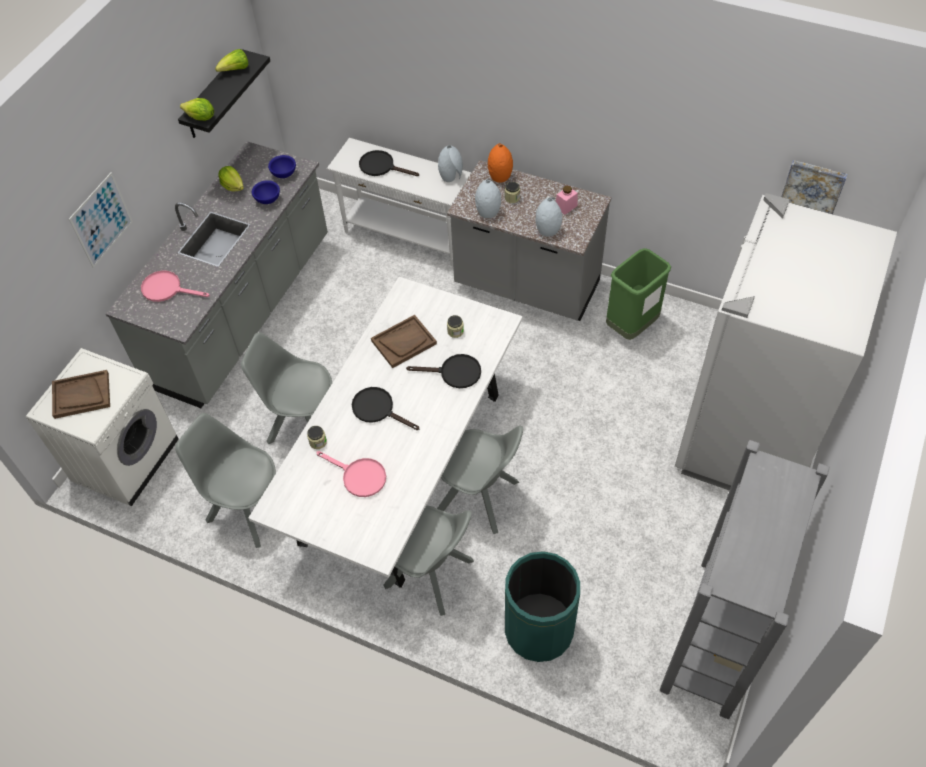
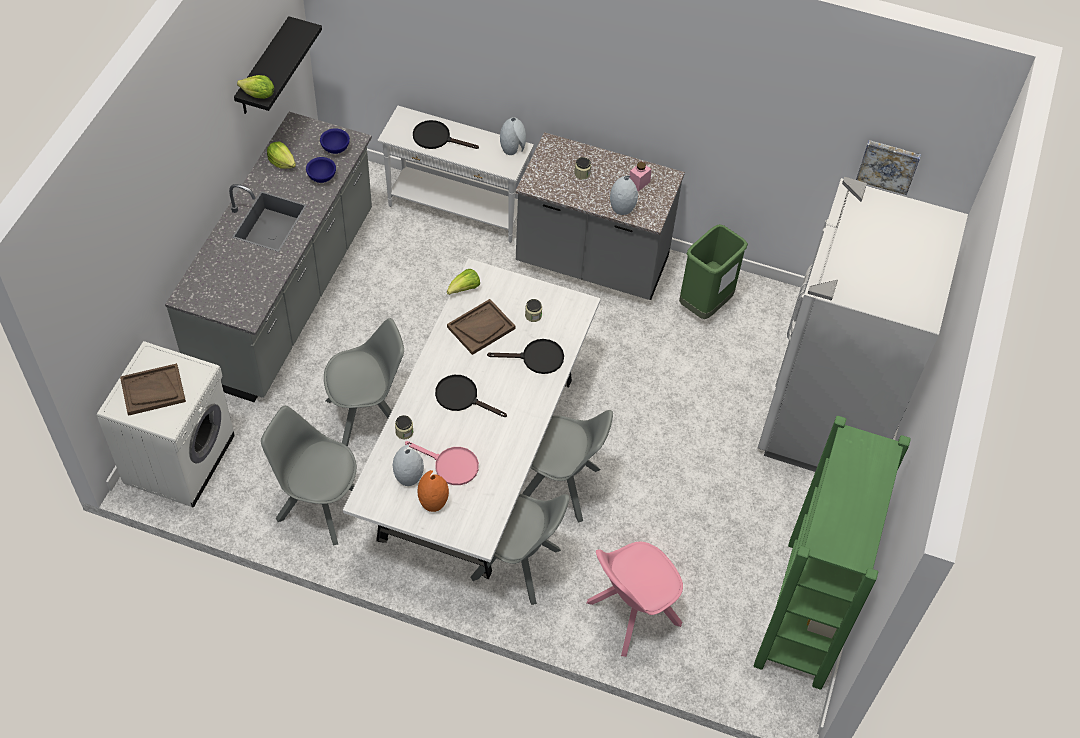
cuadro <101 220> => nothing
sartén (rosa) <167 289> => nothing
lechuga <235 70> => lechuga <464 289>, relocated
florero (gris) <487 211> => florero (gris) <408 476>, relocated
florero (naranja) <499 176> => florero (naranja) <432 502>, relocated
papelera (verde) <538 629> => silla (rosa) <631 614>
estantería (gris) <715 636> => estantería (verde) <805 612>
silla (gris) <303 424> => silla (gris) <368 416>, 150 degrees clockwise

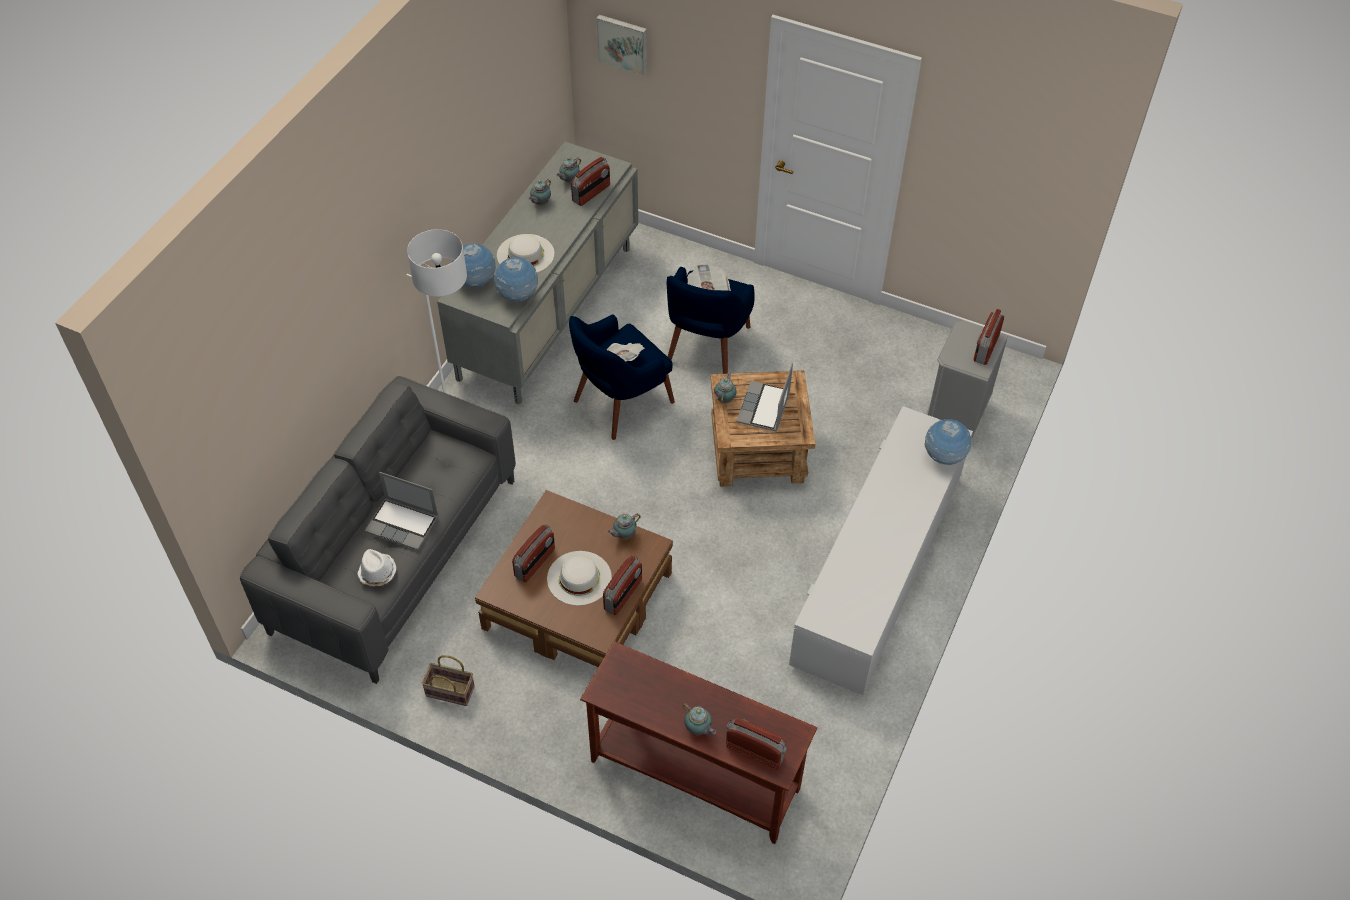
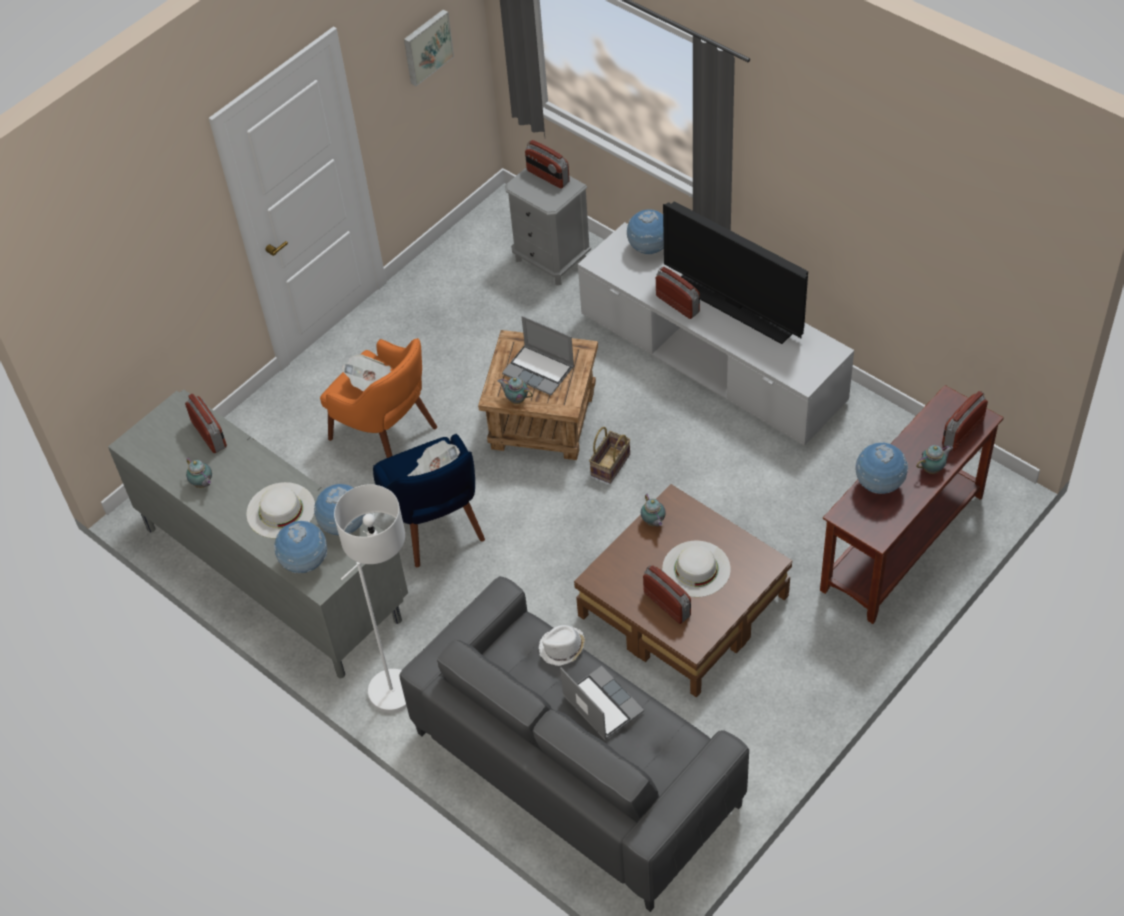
tetera <569 180> => nothing
nothing => televisor <734 307>
nothing => globo terráqueo <879 485>
sombrero (blanco) <377 573> => sombrero (blanco) <562 648>, relocated
cesta <448 691> => cesta <610 466>, relocated
cuadro <623 43> => cuadro <426 46>, relocated
radio <623 595> => radio <678 304>, relocated
sillón (azul) <707 346> => sillón (naranja) <385 434>
portátil <403 524> => portátil <601 704>, 75 degrees counterclockwise

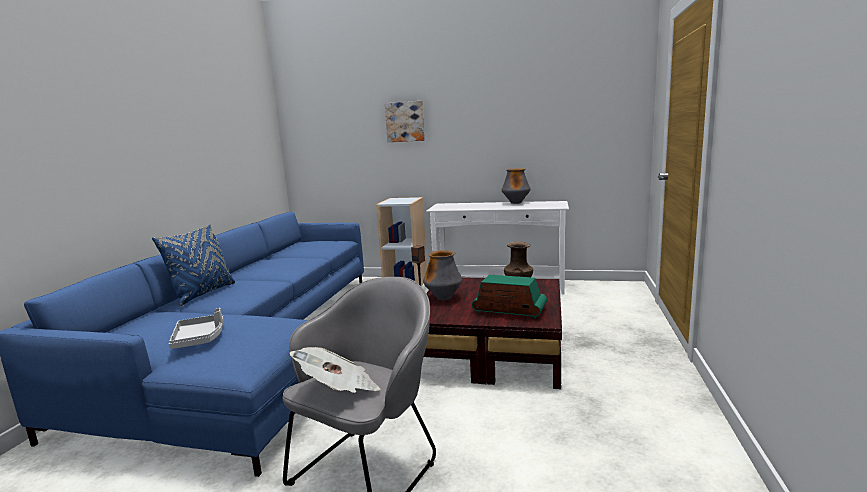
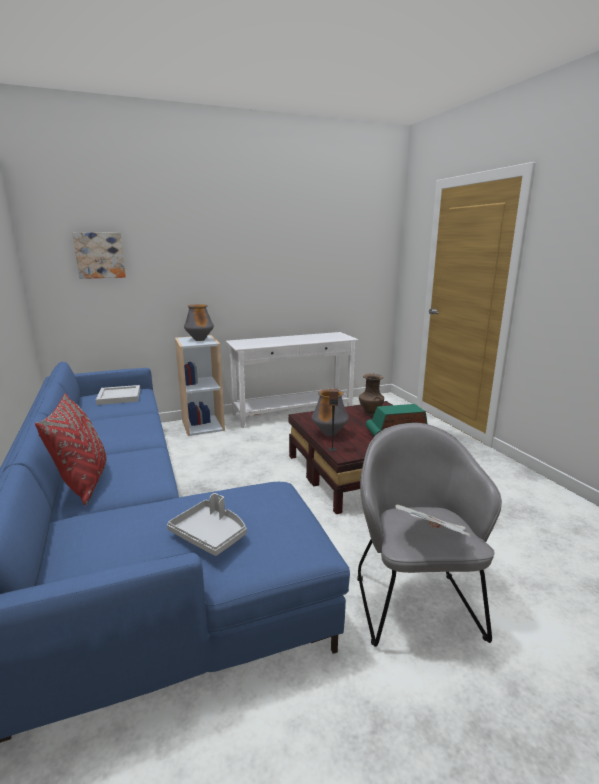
nothing => bandeja (blanco) <120 397>
cuadro <405 121> => cuadro <100 255>, relocated
florero <516 203> => florero <200 340>, relocated
cojín (azul) <203 294> => cojín (rojo) <84 483>

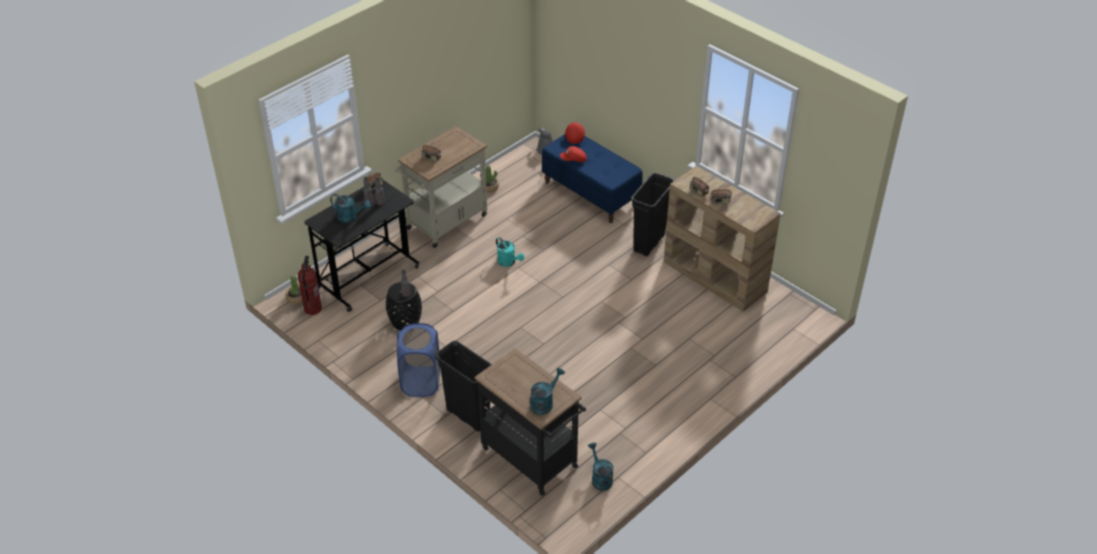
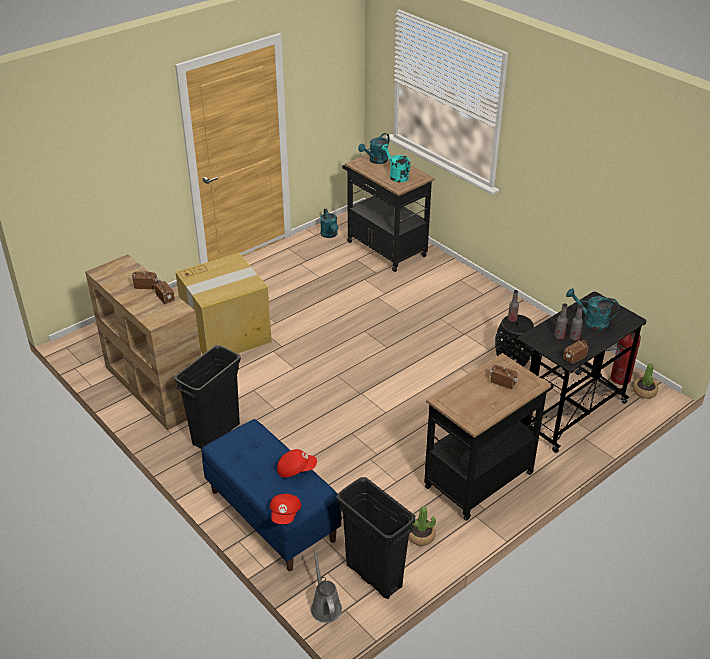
cesto de la ropa (azul) <421 382> => nothing
nothing => caja de cartón <228 333>
papelera (negro) <468 416> => papelera (negro) <373 575>, relocated
regadera (turquesa) <508 262> => regadera (turquesa) <396 175>, relocated
carrito (beis) <445 223> => carrito (negro) <481 479>

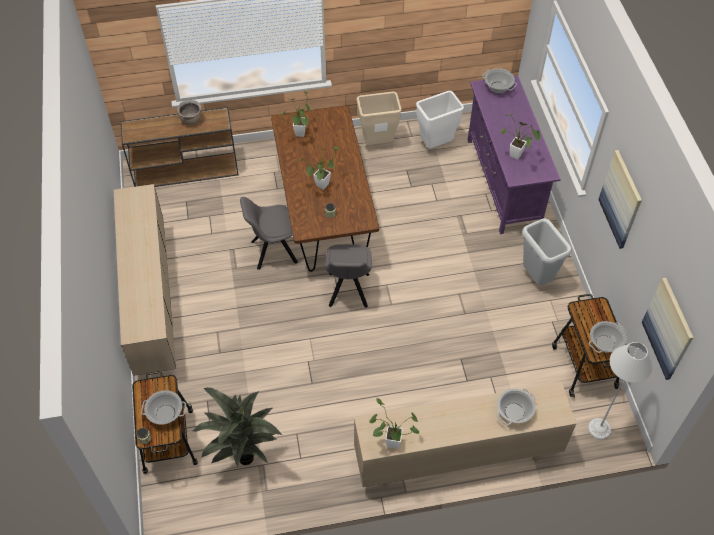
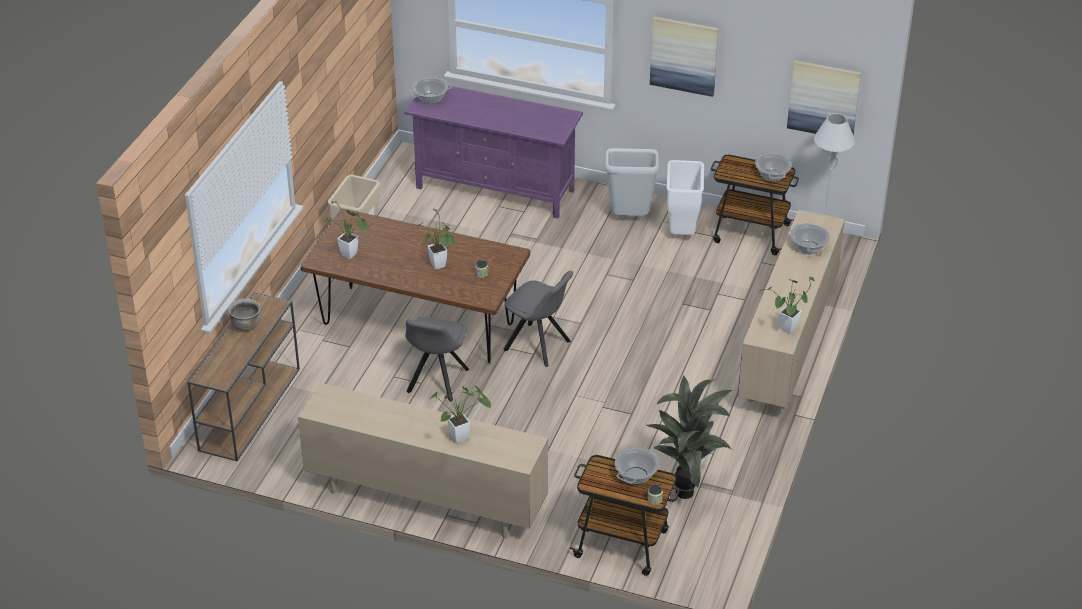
papelera (blanco) <436 144> => papelera (blanco) <682 233>, relocated
planta en maceta <518 156> => planta en maceta <462 437>, relocated

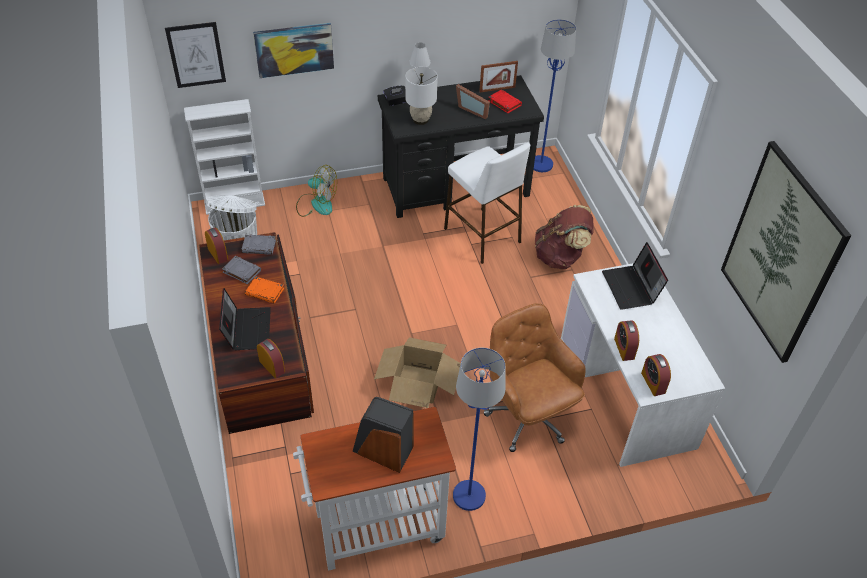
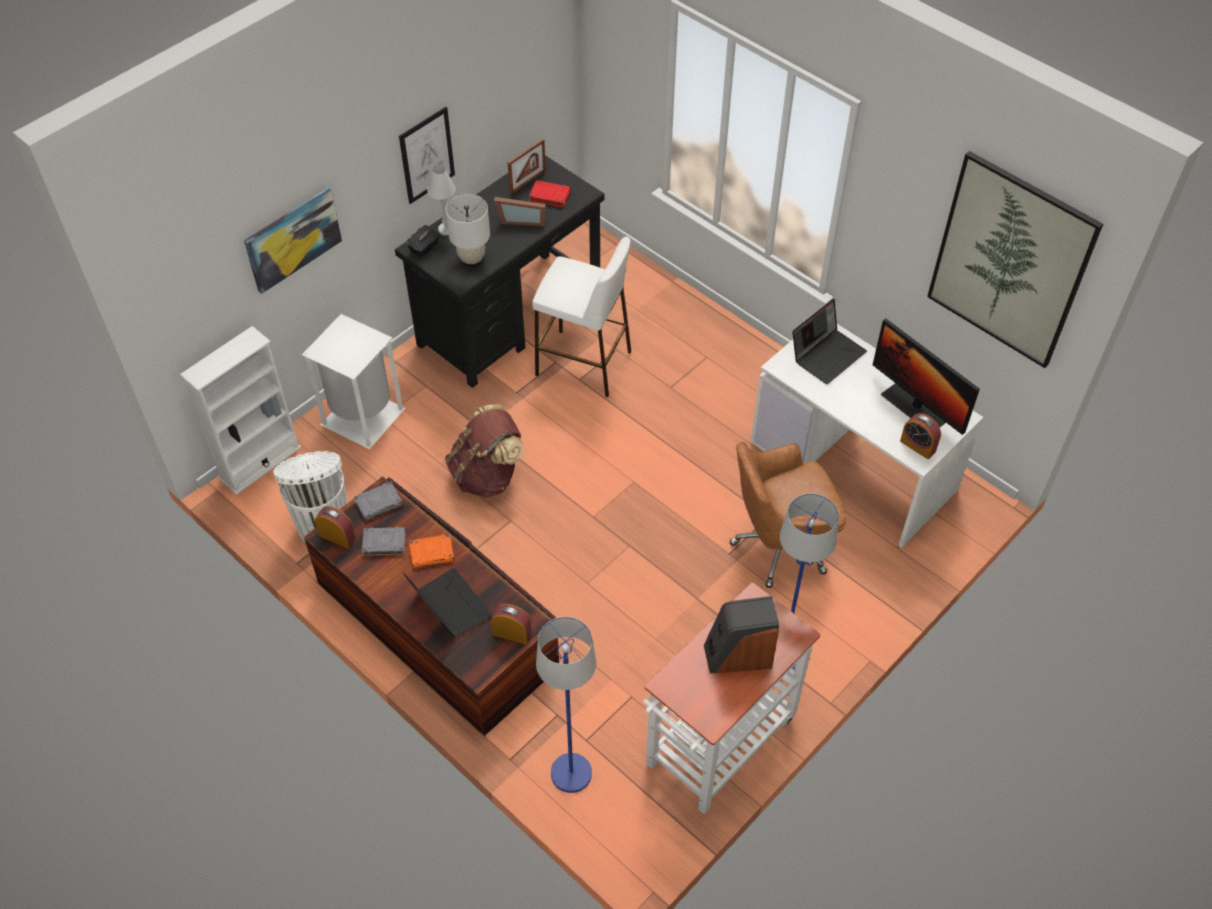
caja de cartón <418 383> => nothing
despertador <624 348> => nothing
nothing => monitor <915 406>
cuadro <196 55> => cuadro <427 155>, relocated
lámpara de pie (azul) <541 164> => lámpara de pie (azul) <571 774>, relocated
mochila (marrón) <560 257> => mochila (marrón) <487 475>, relocated
ventilador <316 204> => papelera (blanco) <363 416>
silla de oficina (marrón) <528 417> => silla de oficina (marrón) <780 545>, 45 degrees counterclockwise
portátil <631 288> => portátil <827 354>, 90 degrees counterclockwise

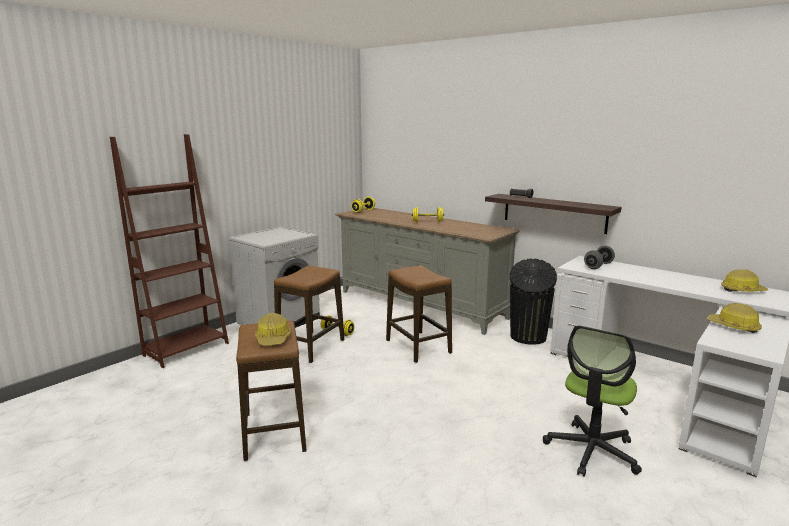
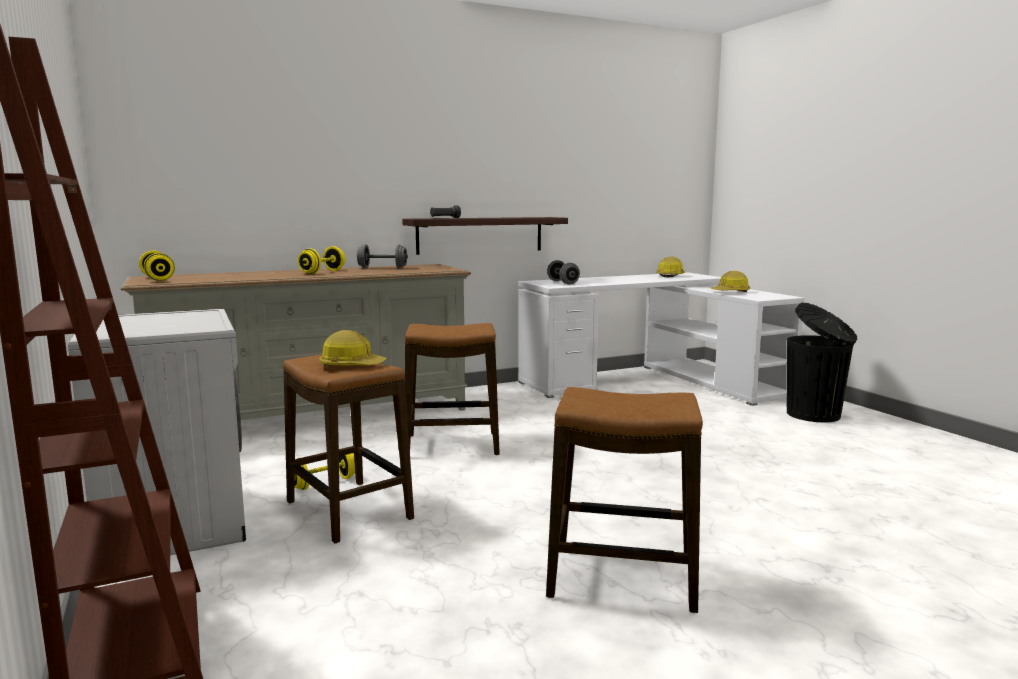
silla de oficina <591 451> => nothing
nothing => mancuerna (gris) <382 268>
casco <273 339> => casco <351 366>, relocated
papelera (negro) <528 337> => papelera (negro) <815 415>, relocated

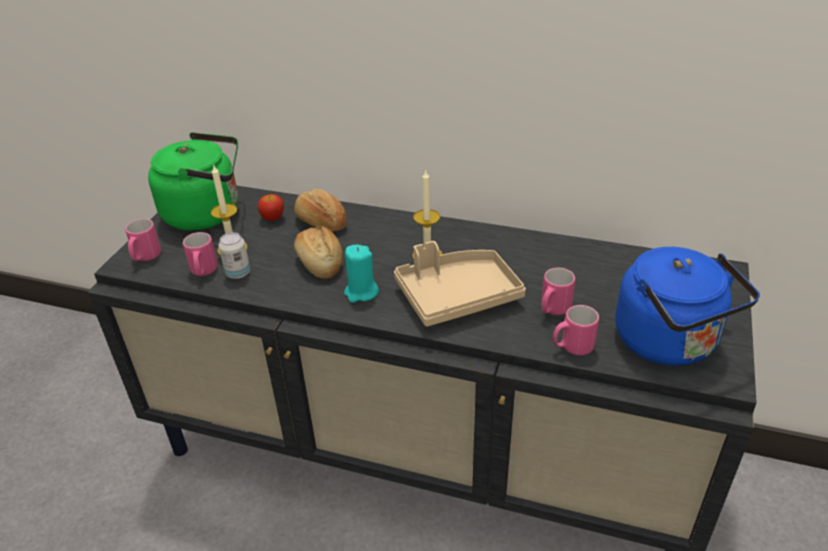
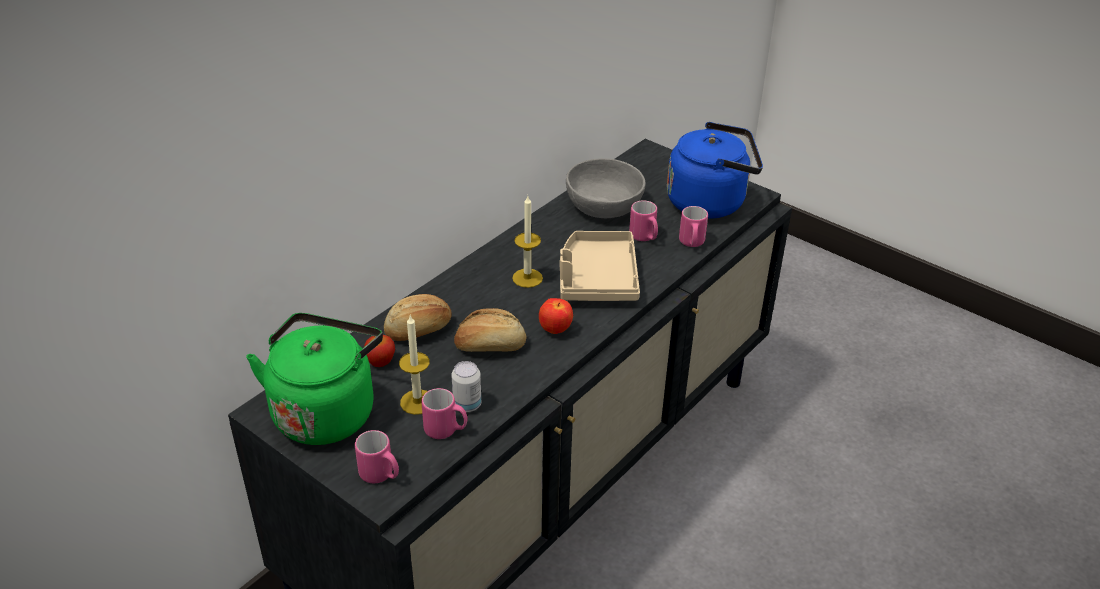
nothing => cuenco (gris) <604 206>
vela (turquesa) <361 292> => manzana <555 330>

